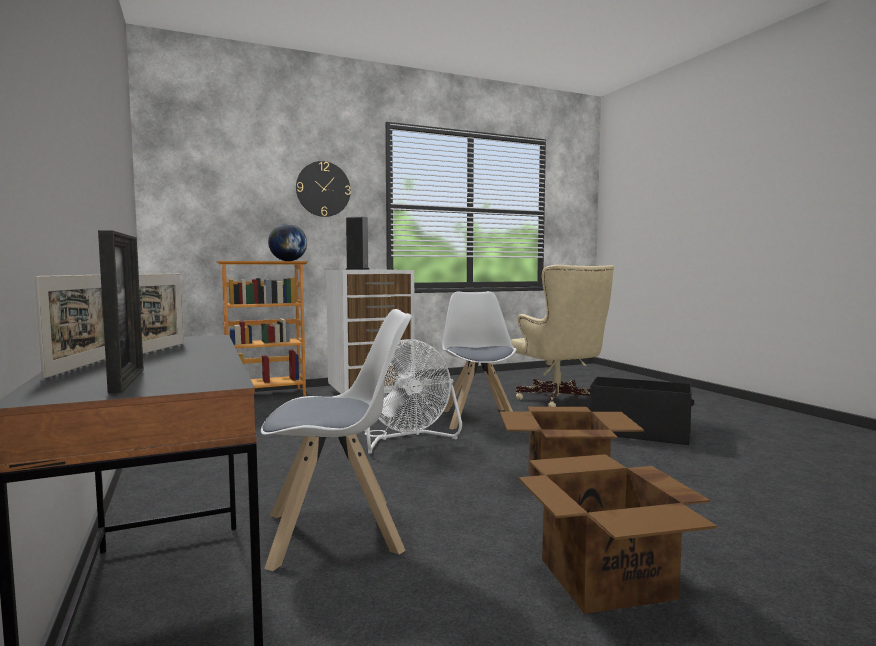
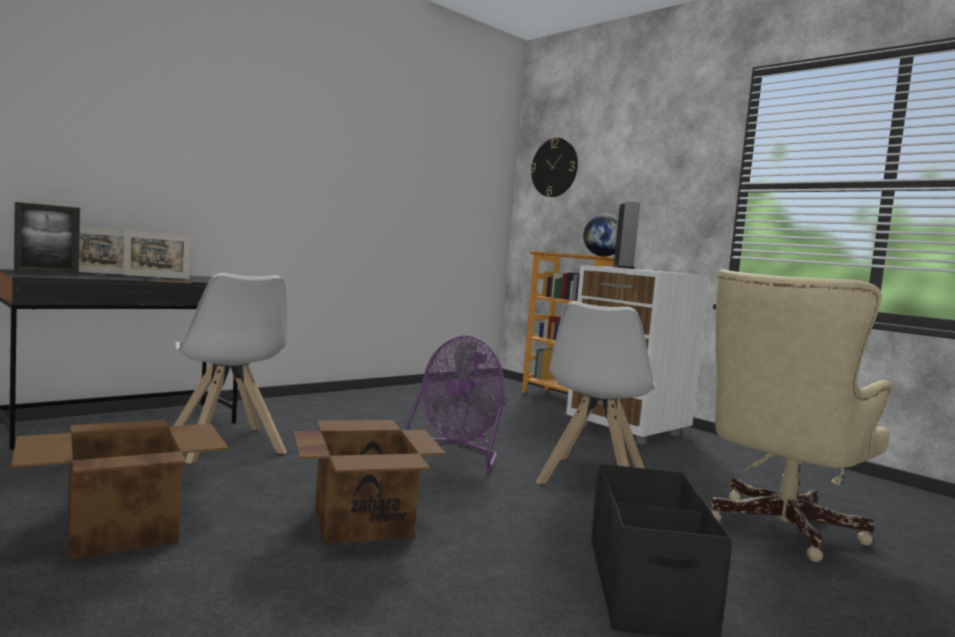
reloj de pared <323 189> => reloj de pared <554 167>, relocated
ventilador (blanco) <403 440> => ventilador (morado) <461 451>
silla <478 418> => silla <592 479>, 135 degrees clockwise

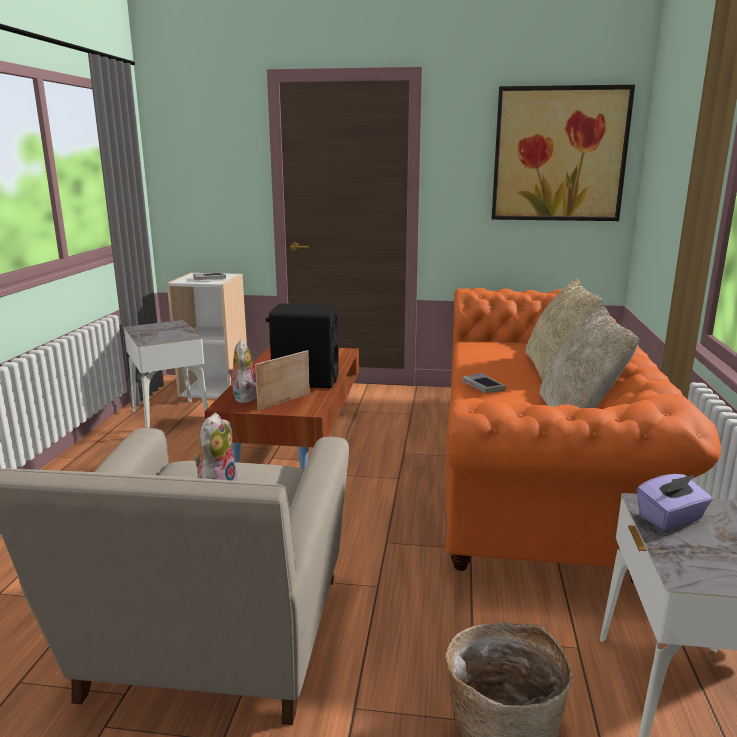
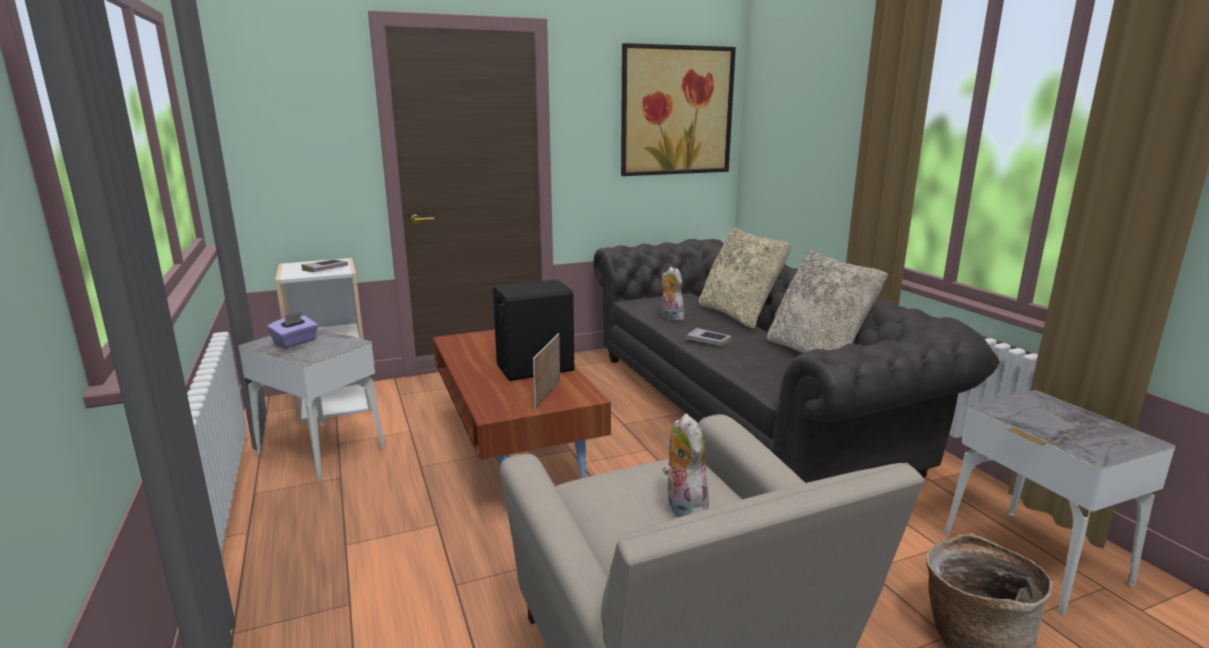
peluche <243 397> => peluche <670 317>, relocated
caja de pañuelos (morado) <670 518> => caja de pañuelos (morado) <295 342>, relocated
sofá (naranja) <534 468> => sofá (gris) <744 409>

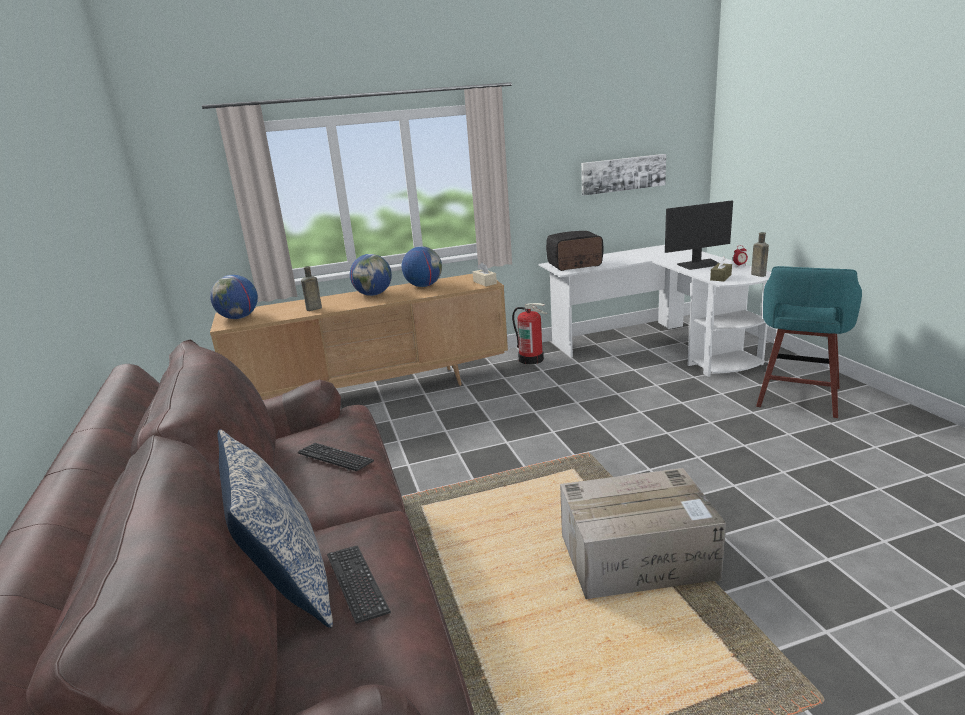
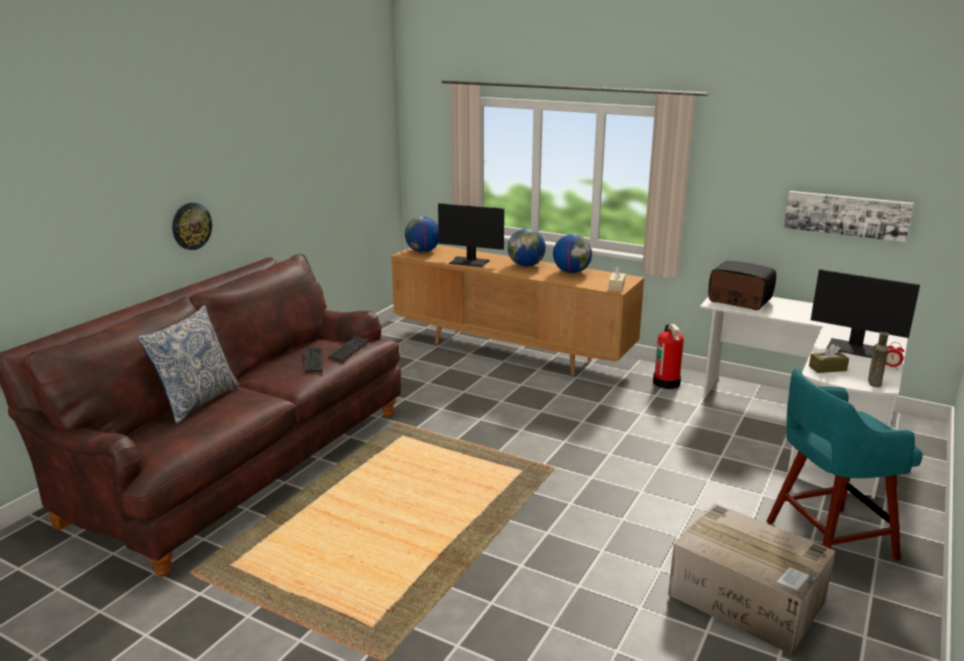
nothing => reloj de pared <191 226>
teclado <357 584> => teclado <349 350>, relocated
caja de cartón <638 556> => caja de cartón <748 599>, relocated
botella (marrón) <313 309> => monitor <469 262>

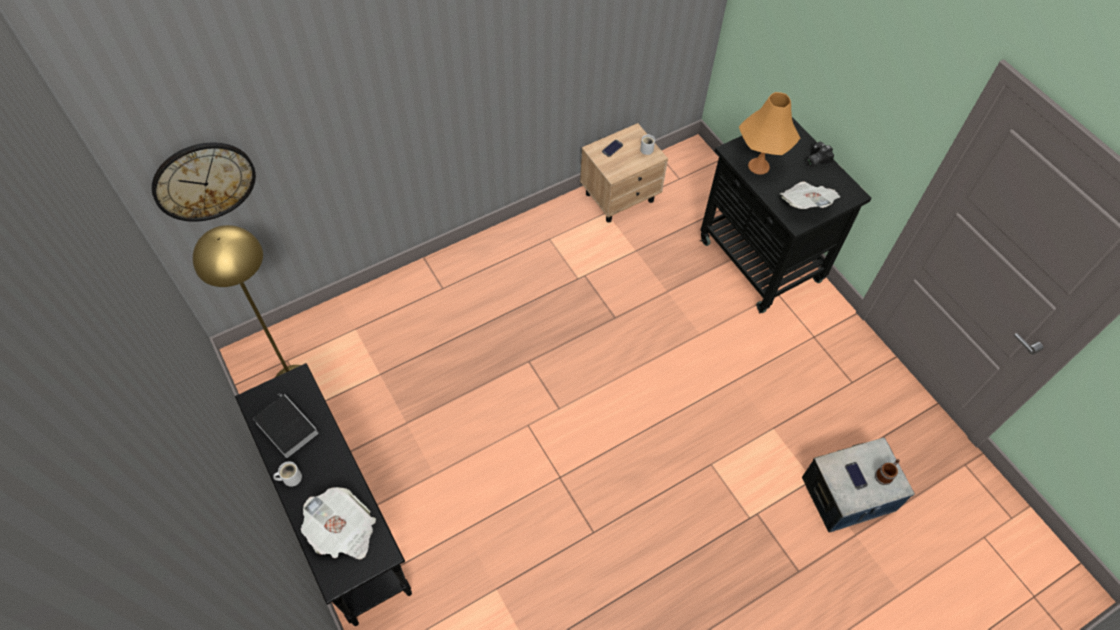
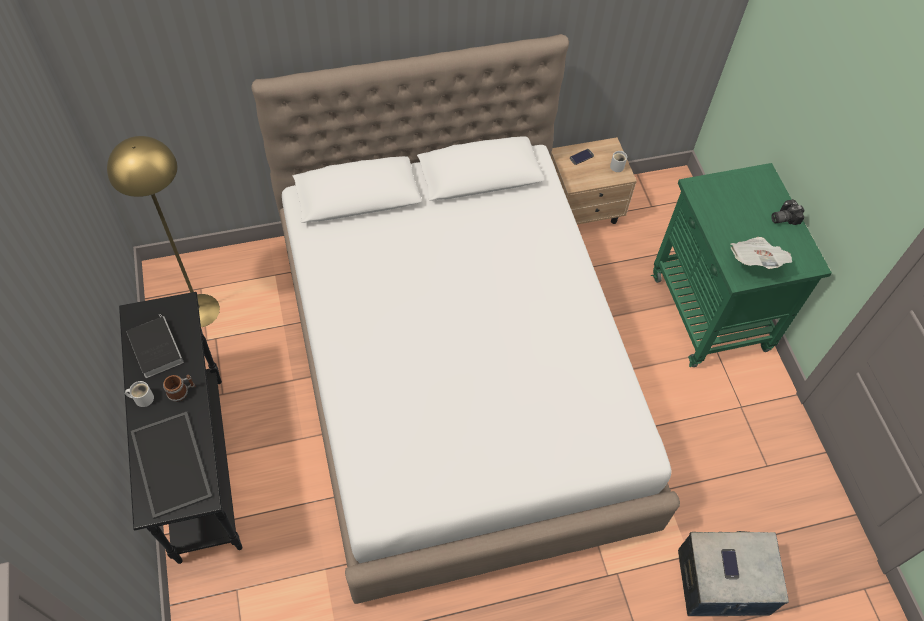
reloj de pared <204 181> => nothing
lámpara de mesa (naranja) <759 166> => nothing
nothing => cama (blanco) <457 373>
taza grande <885 475> => taza grande <182 392>, relocated
periódico <343 531> => bandeja <173 464>
carrito (negro) <760 263> => carrito (verde) <708 314>

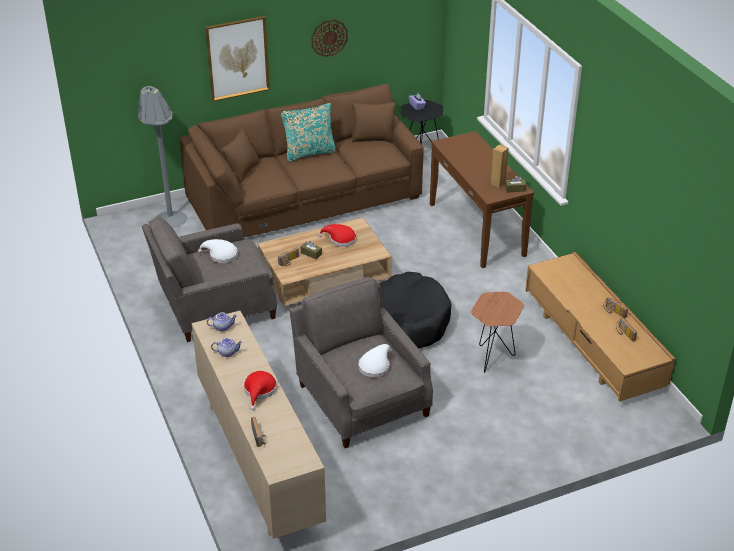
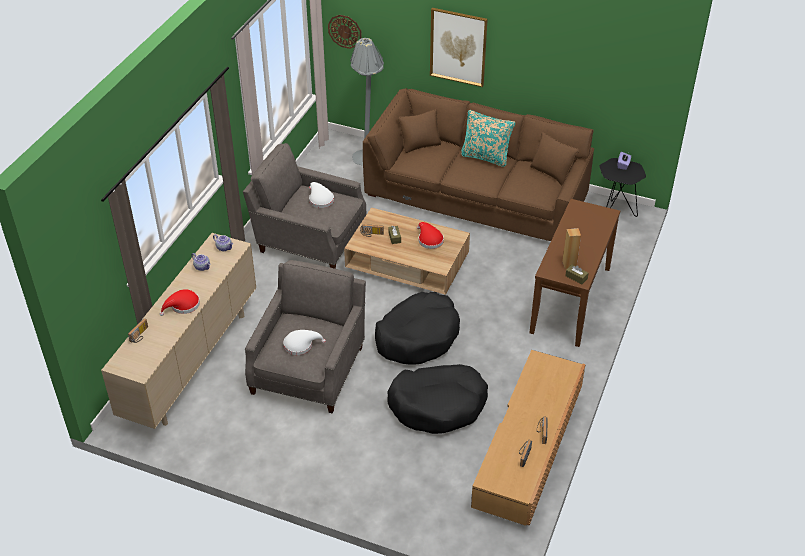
reloj de pared <329 37> => reloj de pared <345 31>, relocated
mesa auxiliar (marrón) <493 356> => cama para perro (negro) <438 405>

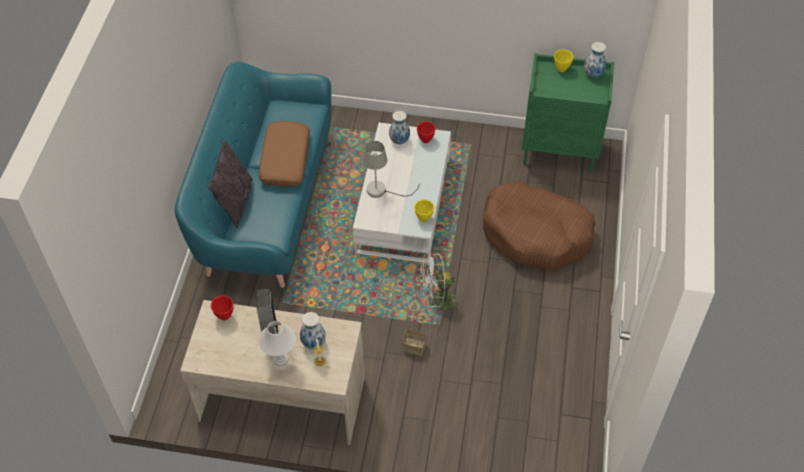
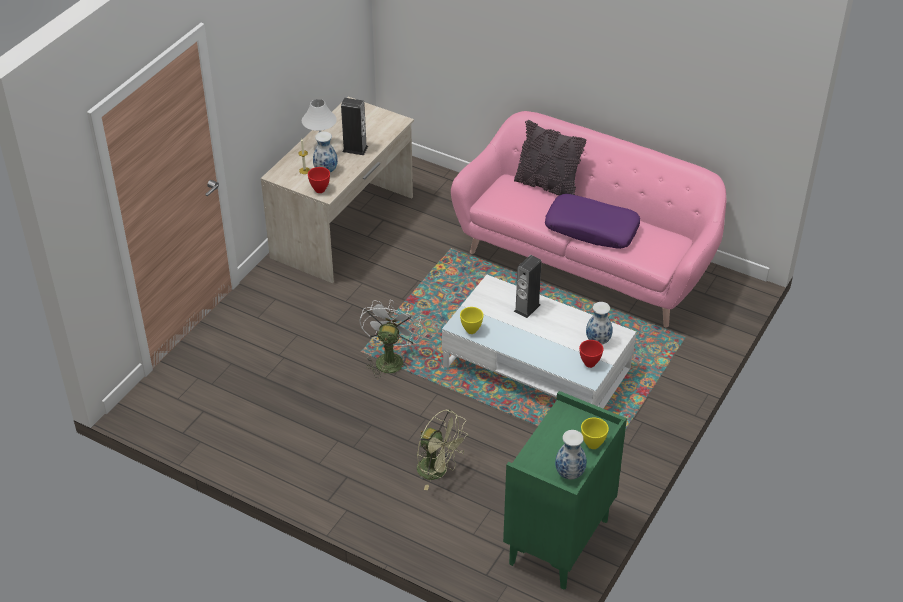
cesta <413 346> => nothing
cuenco (rojo) <225 316> => cuenco (rojo) <320 190>, relocated
lámpara de mesa (gris) <382 190> => altavoz <527 308>
cama para perro (marrón) <536 234> => ventilador (verde) <438 471>
sofá (turquesa) <265 204> => sofá (rosa) <586 261>
cojín (marrón) <285 159> => cojín (morado) <592 229>

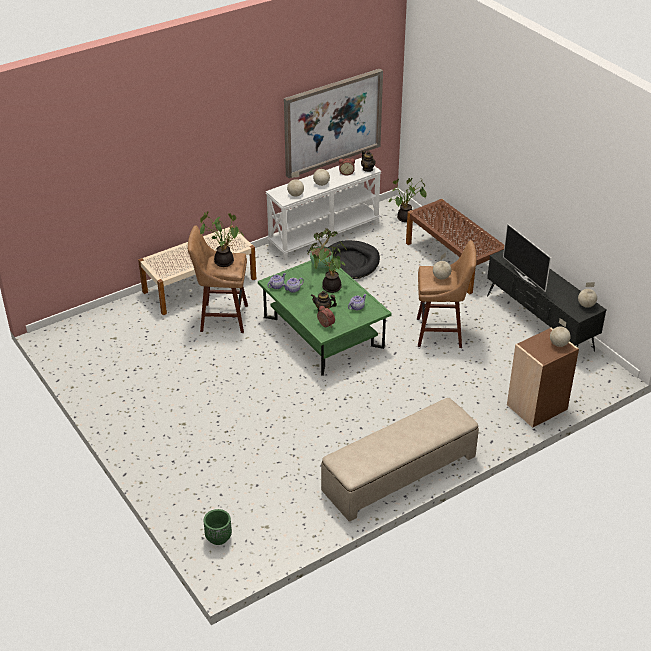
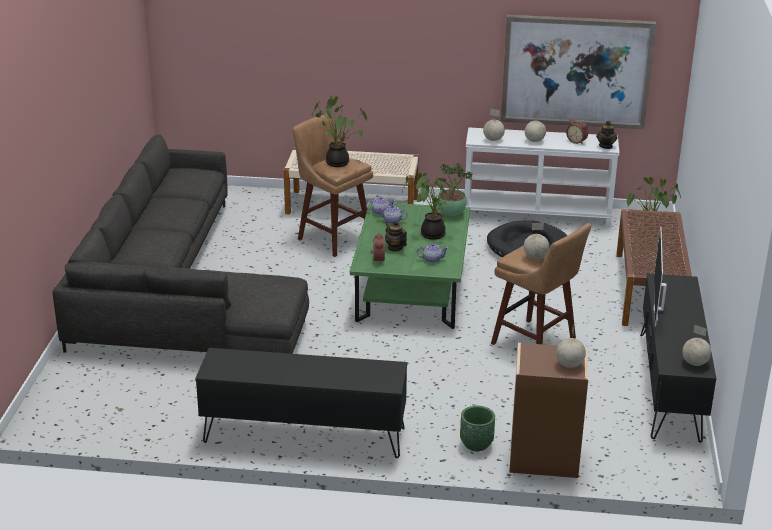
nothing => sofá (gris) <176 291>
maceta (verde) <218 538> => maceta (verde) <476 444>, relocated
banco (beis) <399 473> => mueble de televisión (negro) <303 435>

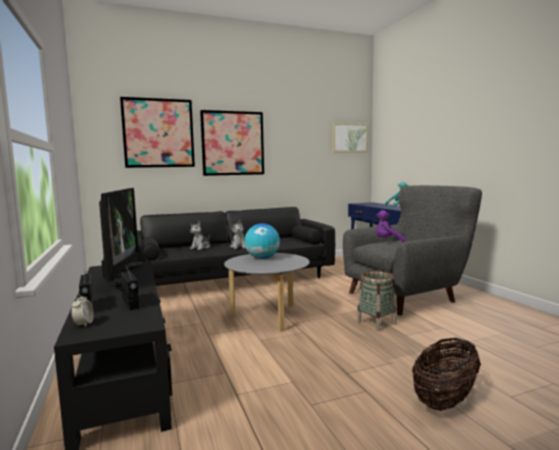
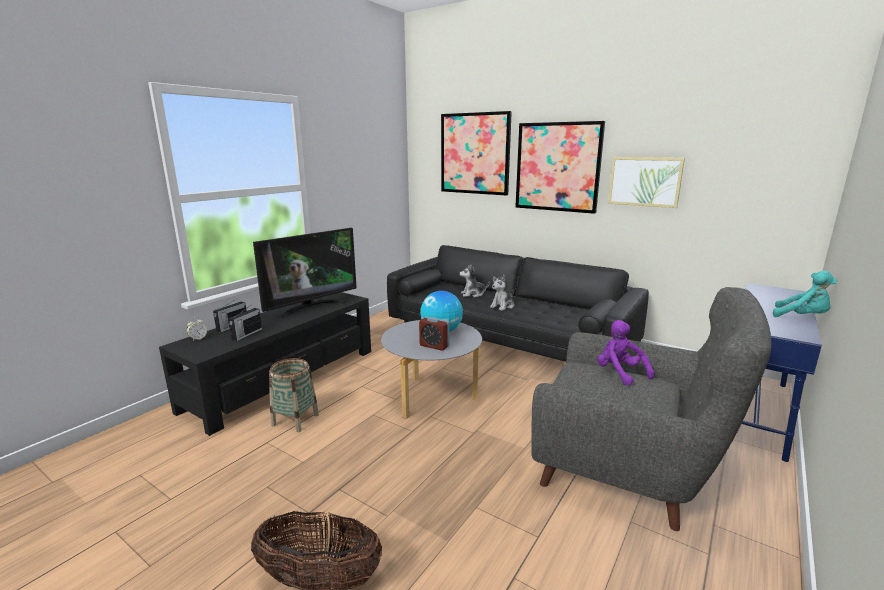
nothing => despertador <434 346>
cuadro <349 138> => cuadro <644 181>, relocated
cesta <376 323> => cesta <295 420>, relocated

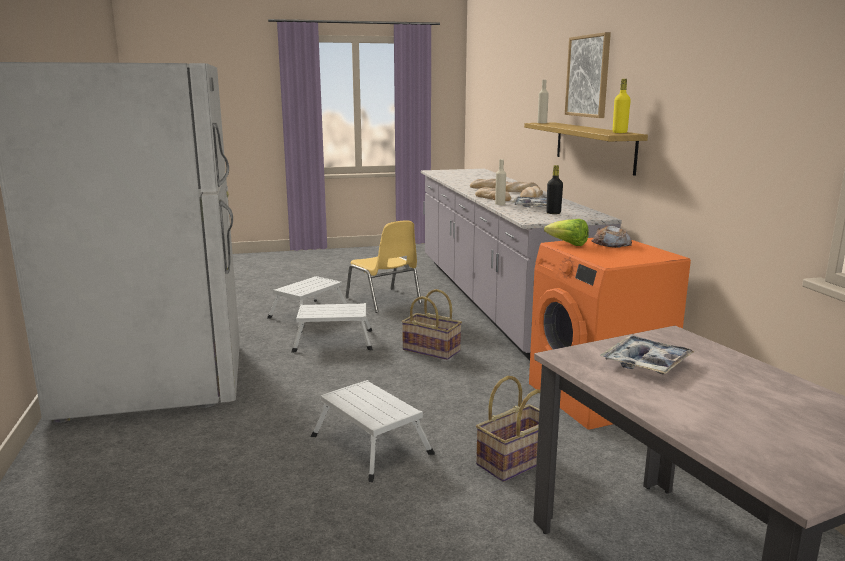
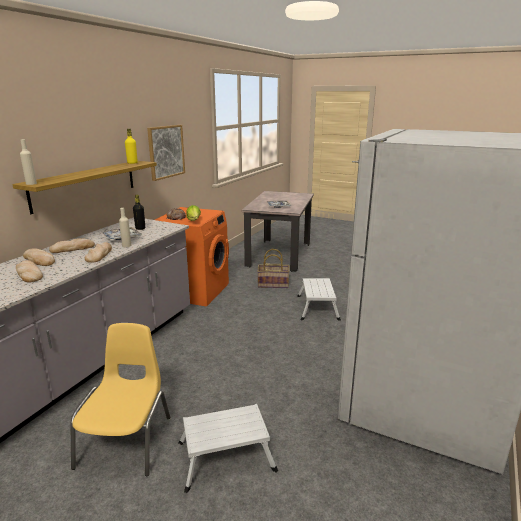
escalera de tijera (blanco) <334 341> => nothing
cesta <432 350> => nothing
cuadro <588 76> => cuadro <166 151>, relocated

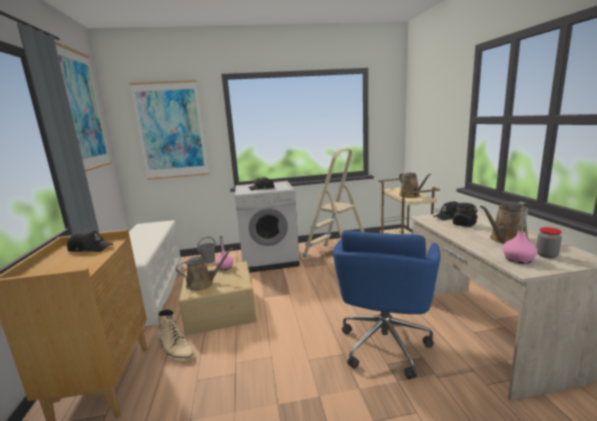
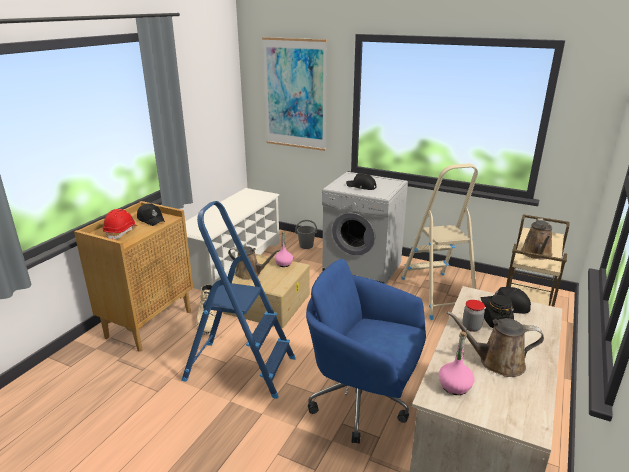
cuadro <82 111> => nothing
nothing => casco (rojo) <121 232>
nothing => escalera de tijera (azul) <241 369>
tarro <546 255> => tarro <471 327>, relocated
silla de oficina (azul) <384 343> => silla de oficina (azul) <363 406>, 60 degrees clockwise

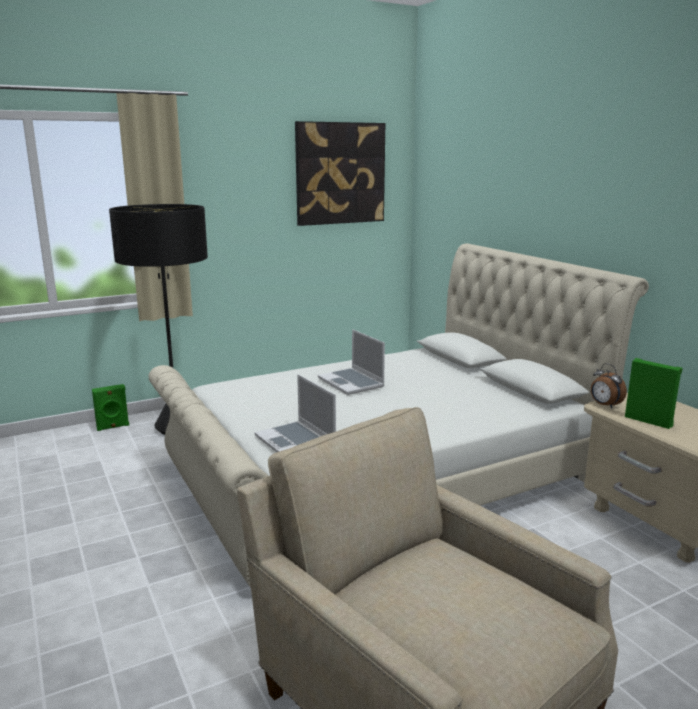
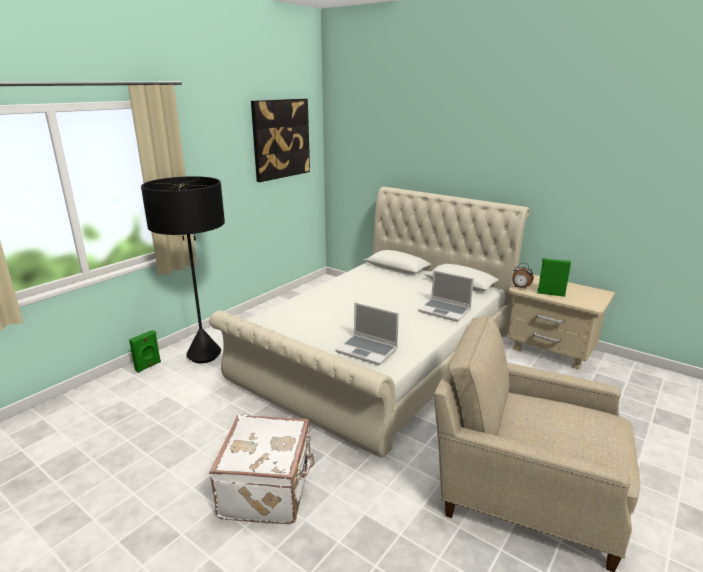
nothing => maleta (blanco) <268 489>
portátil <352 383> => portátil <445 311>, relocated

